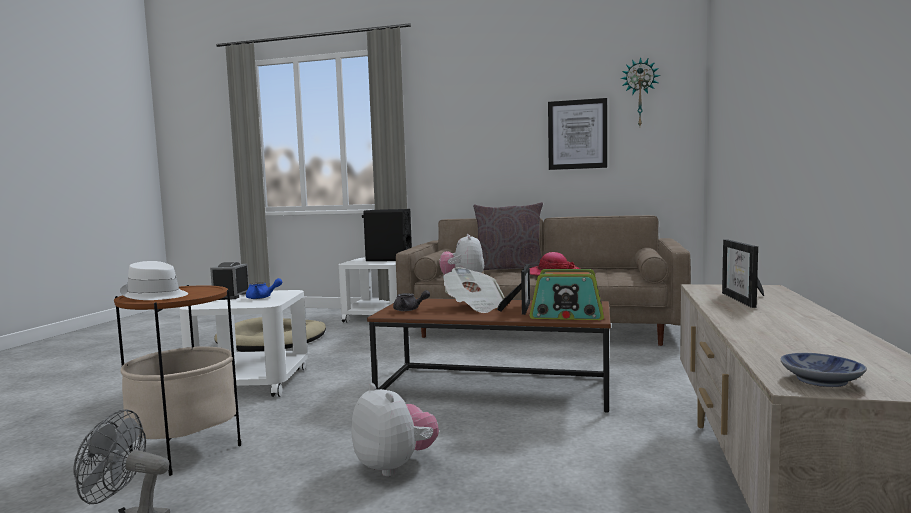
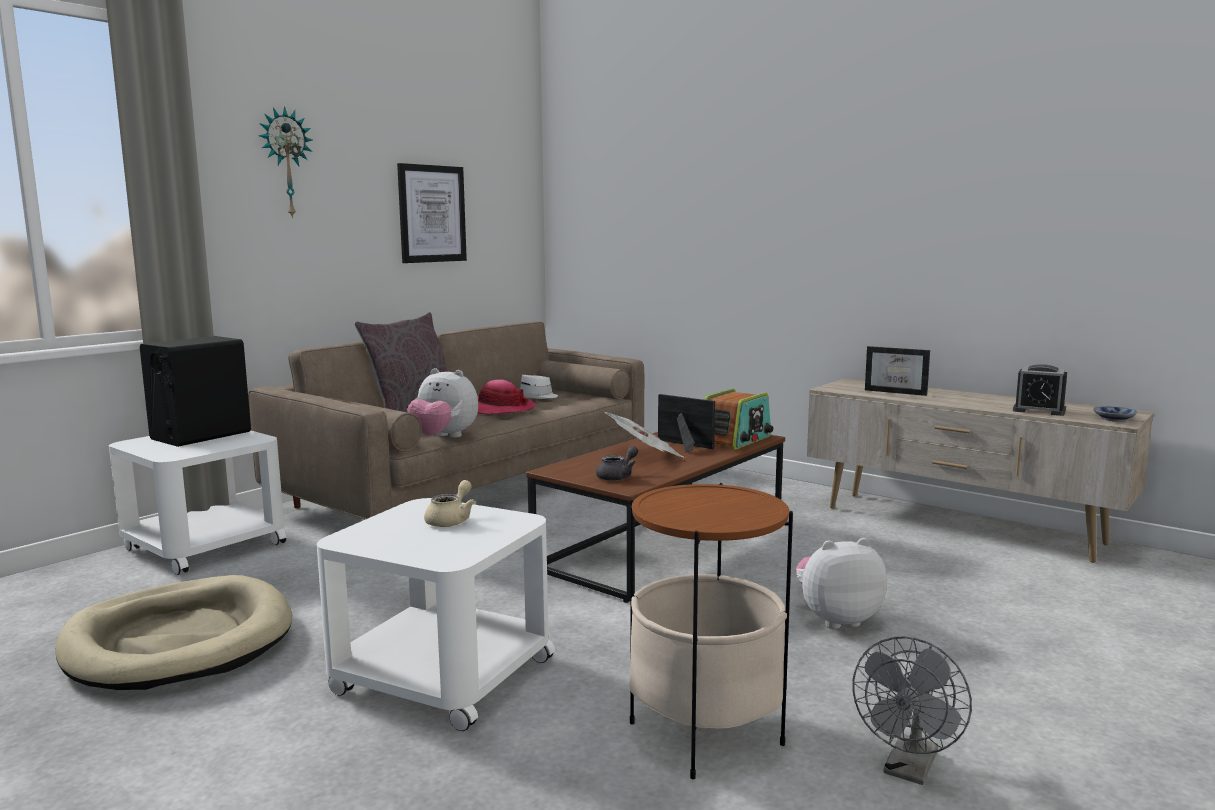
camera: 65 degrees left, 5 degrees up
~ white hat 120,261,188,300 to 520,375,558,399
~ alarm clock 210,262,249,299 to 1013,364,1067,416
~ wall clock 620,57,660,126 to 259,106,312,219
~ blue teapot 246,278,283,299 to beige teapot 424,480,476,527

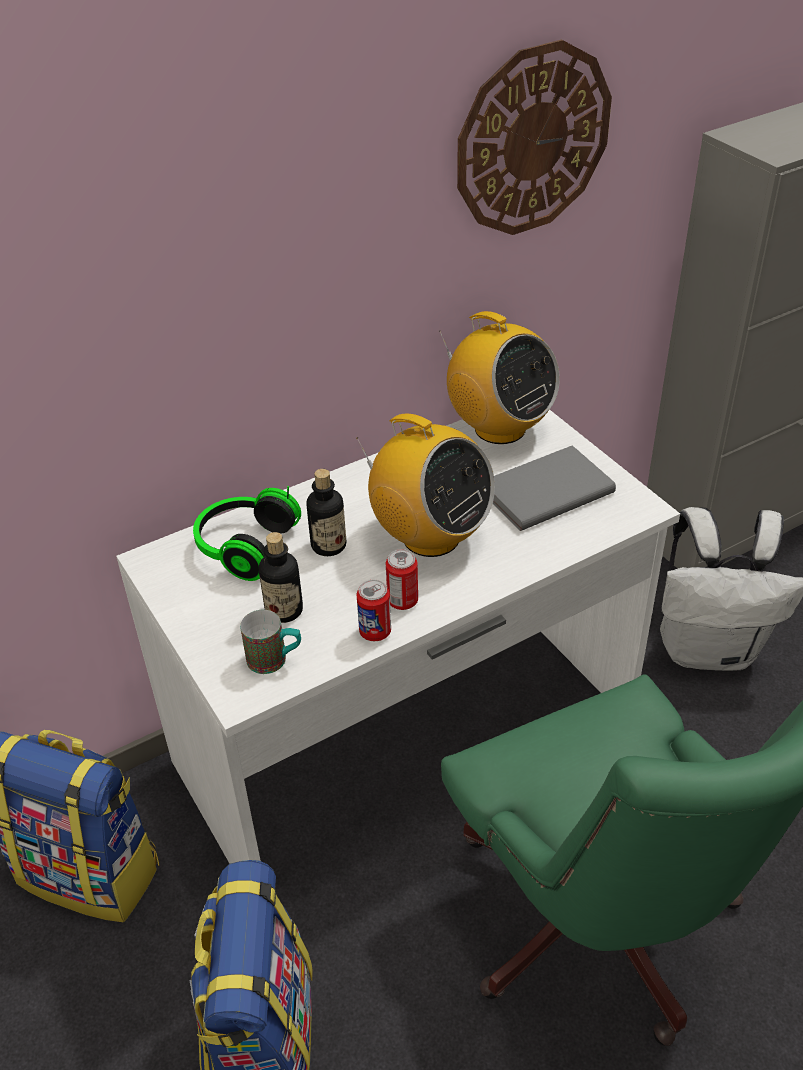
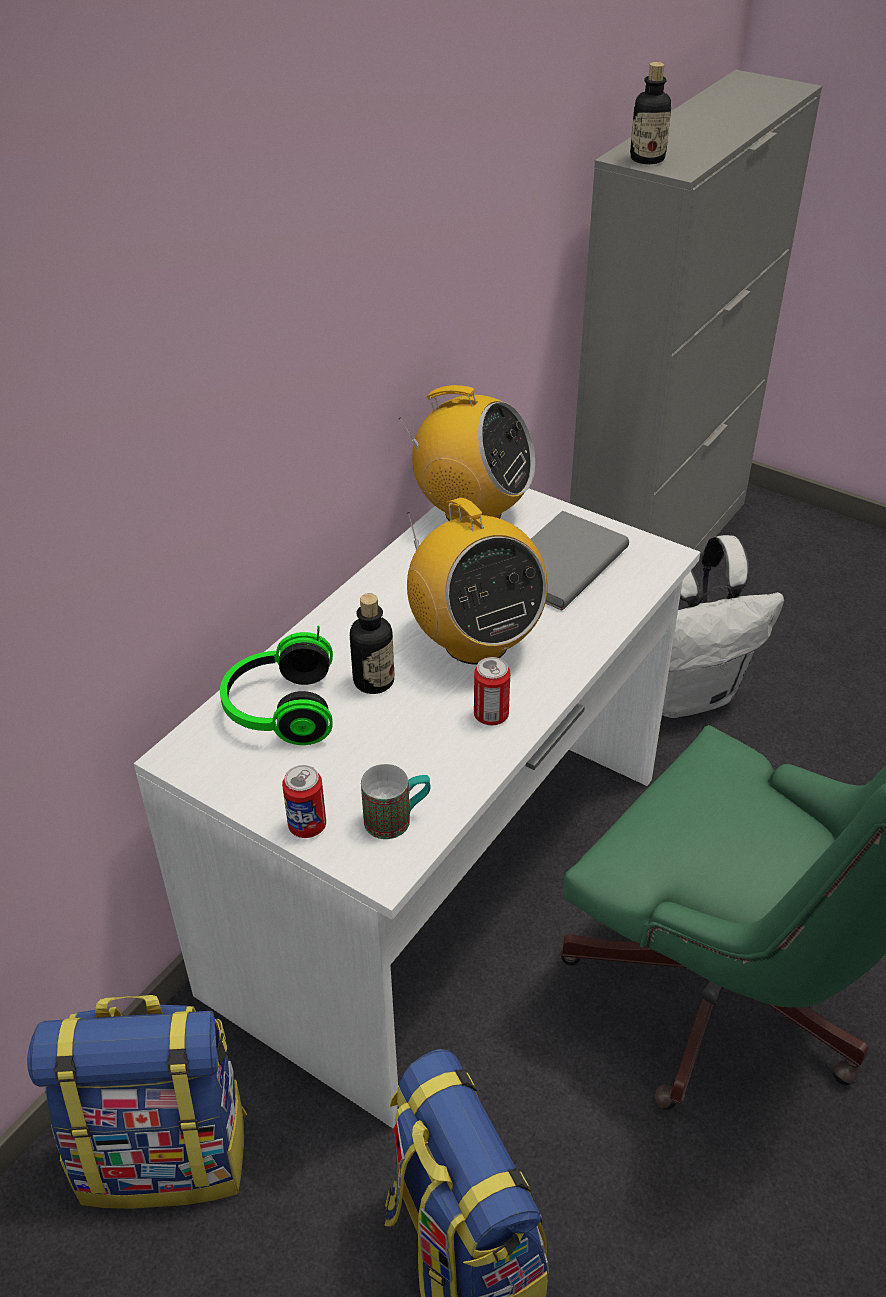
camera: 25 degrees left, 0 degrees up
- wall clock 457,40,612,235
~ bottle 259,532,303,623 to 630,62,671,164
~ can 357,580,391,641 to 282,765,326,838
~ radio 356,414,495,557 = 407,498,548,665 45 degrees clockwise

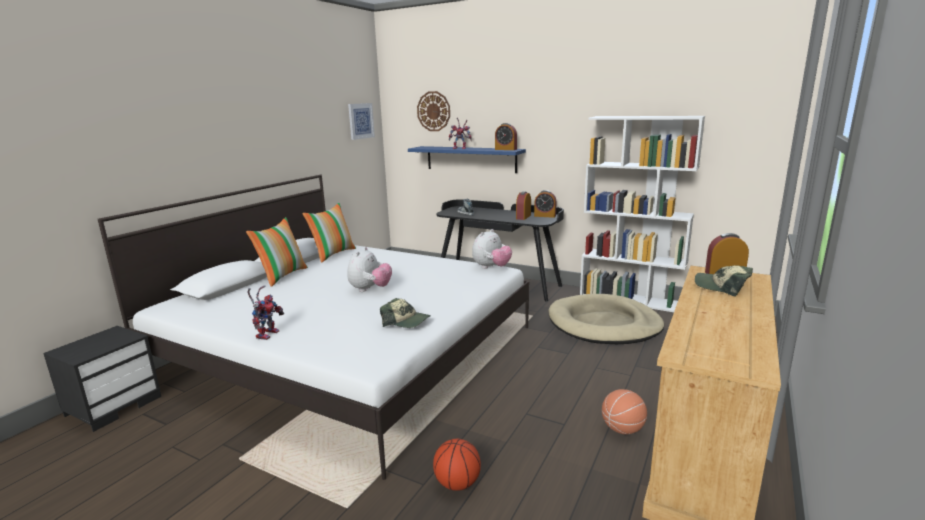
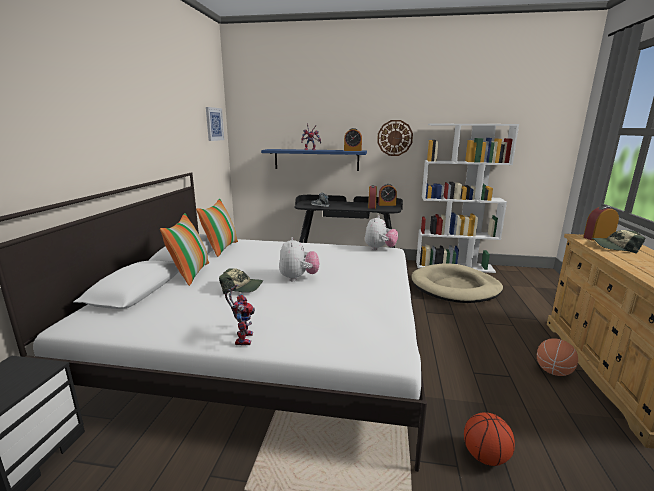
camera: 20 degrees left, 0 degrees up
~ cap 380,298,430,328 to 219,268,263,294
~ wall clock 417,91,450,131 to 377,120,413,156

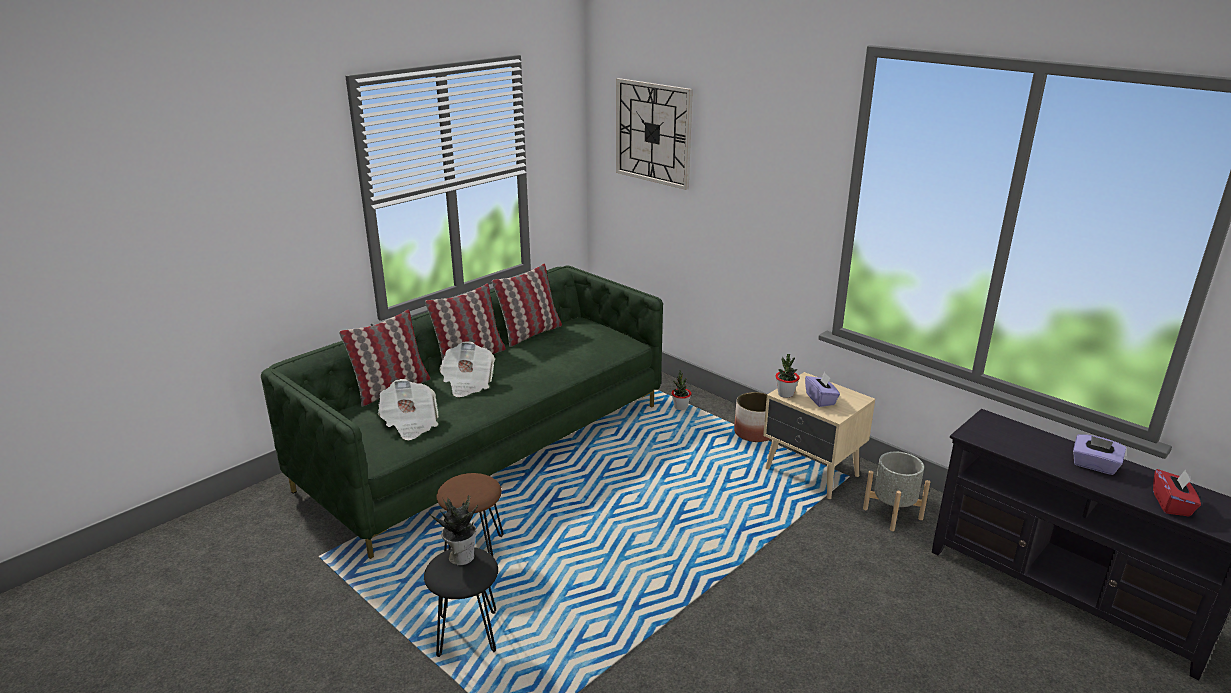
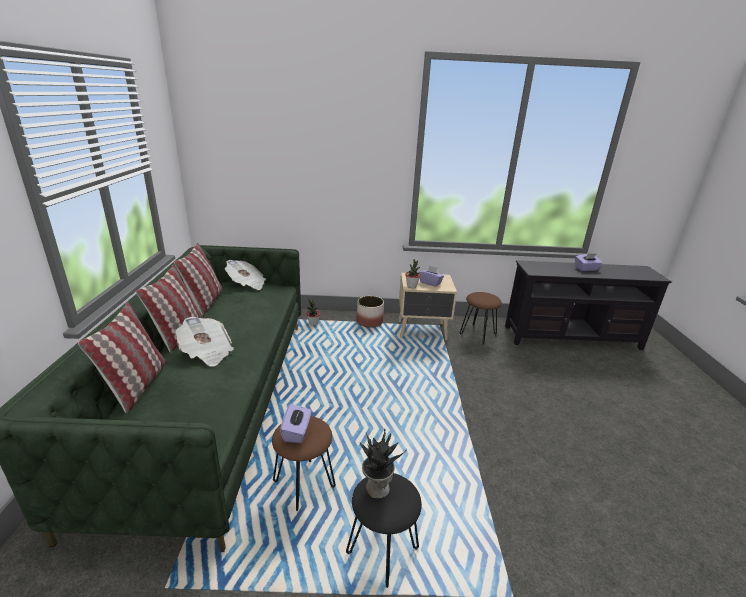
camera: 45 degrees left, 0 degrees up
- wall clock 616,78,693,190
- red tissue box 1153,469,1201,516
+ purple tissue box 280,404,312,443
~ newspaper 378,379,438,440 to 225,260,266,290
~ grey planter 863,452,930,531 to brown stool 460,292,502,345

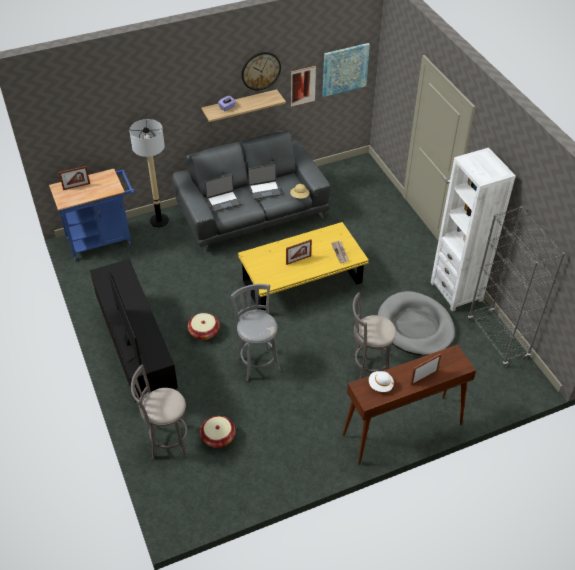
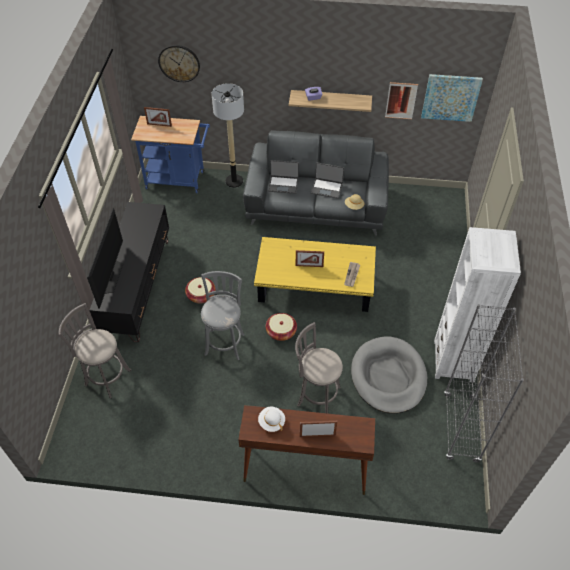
camera: 30 degrees right, 5 degrees up
~ basket 200,416,235,448 to 266,313,297,341
~ wall clock 241,52,281,90 to 158,45,200,82

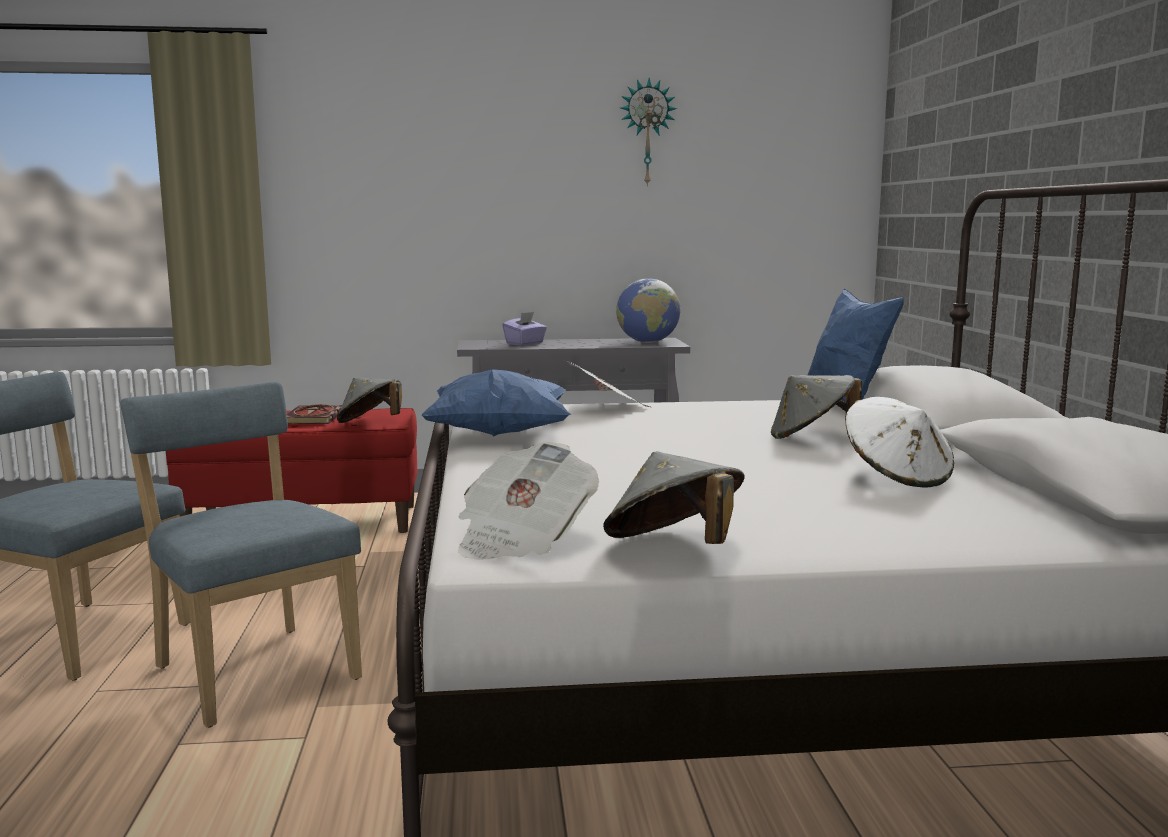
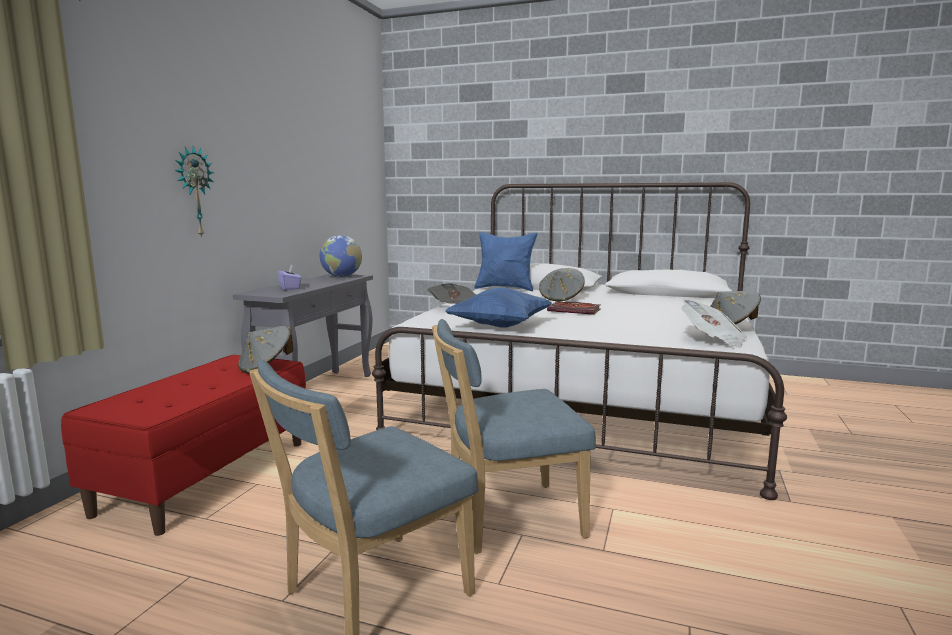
camera: 65 degrees left, 0 degrees up
- white hat 846,397,954,488
~ book 287,404,342,424 to 547,301,601,315
~ wall clock 621,78,677,187 to 175,146,214,238

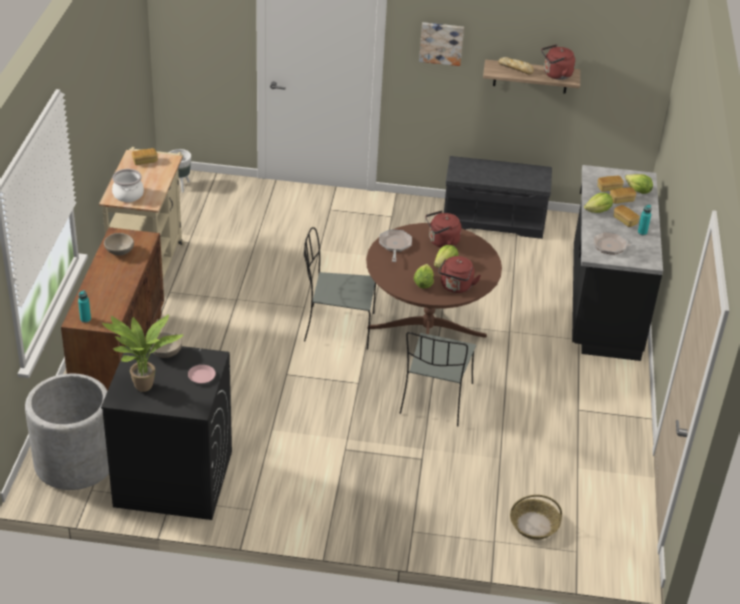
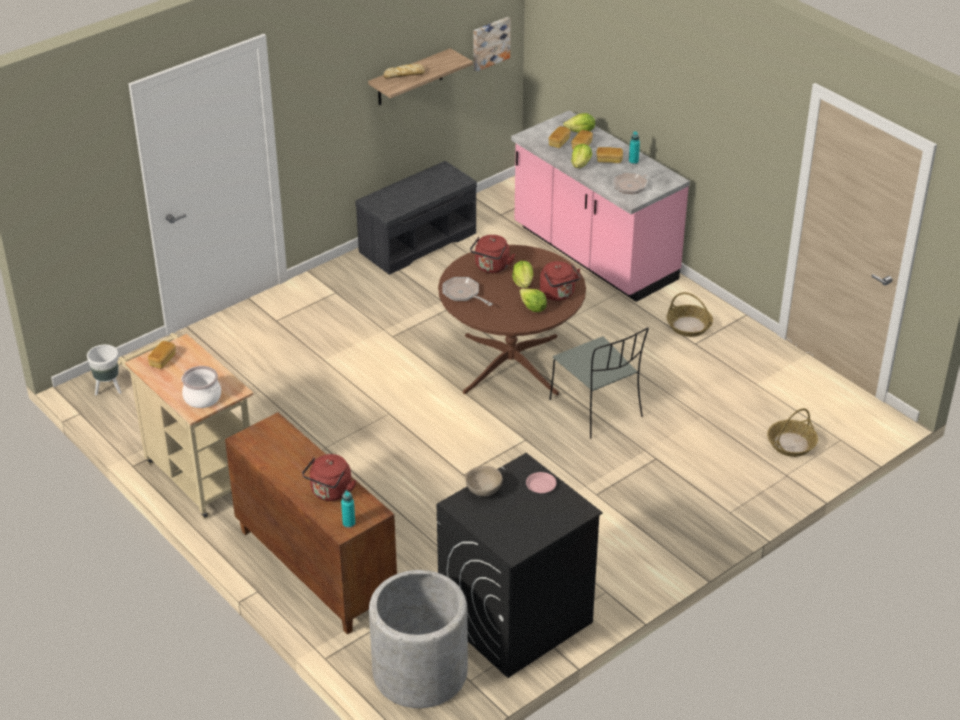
camera: 45 degrees left, 0 degrees up
- potted plant 102,314,184,392
- beige bowl 104,233,134,255
- grey chair 304,227,376,350
+ basket 667,292,713,337
~ picture 419,22,464,66 to 473,17,511,71
~ red kettle 541,44,575,80 to 302,454,356,501
~ black counter 572,165,663,361 to pink counter 511,111,690,302

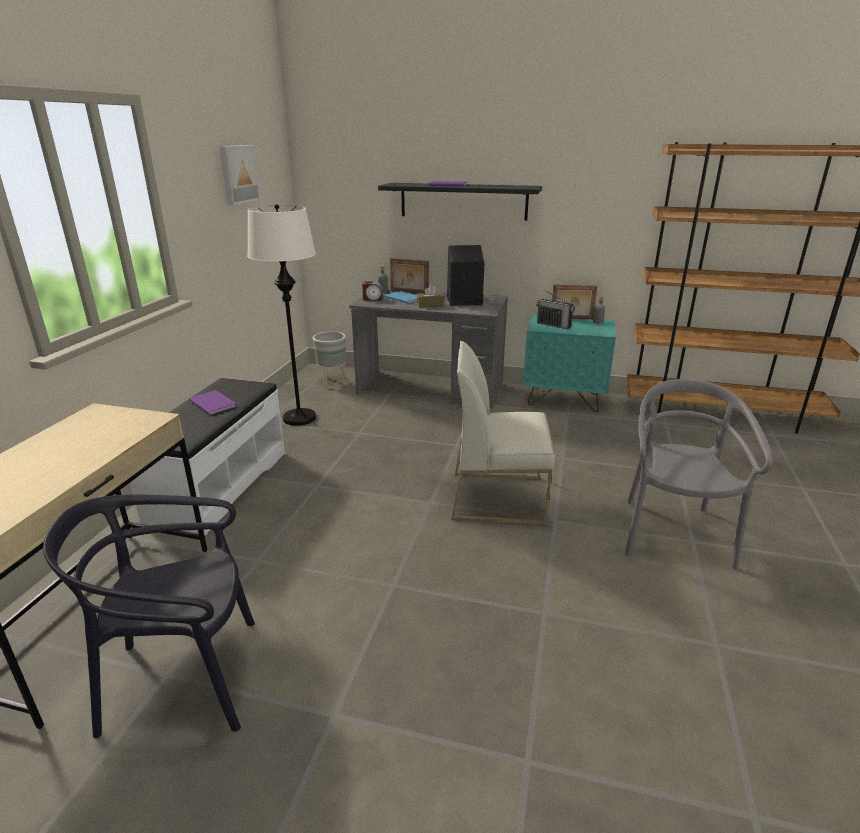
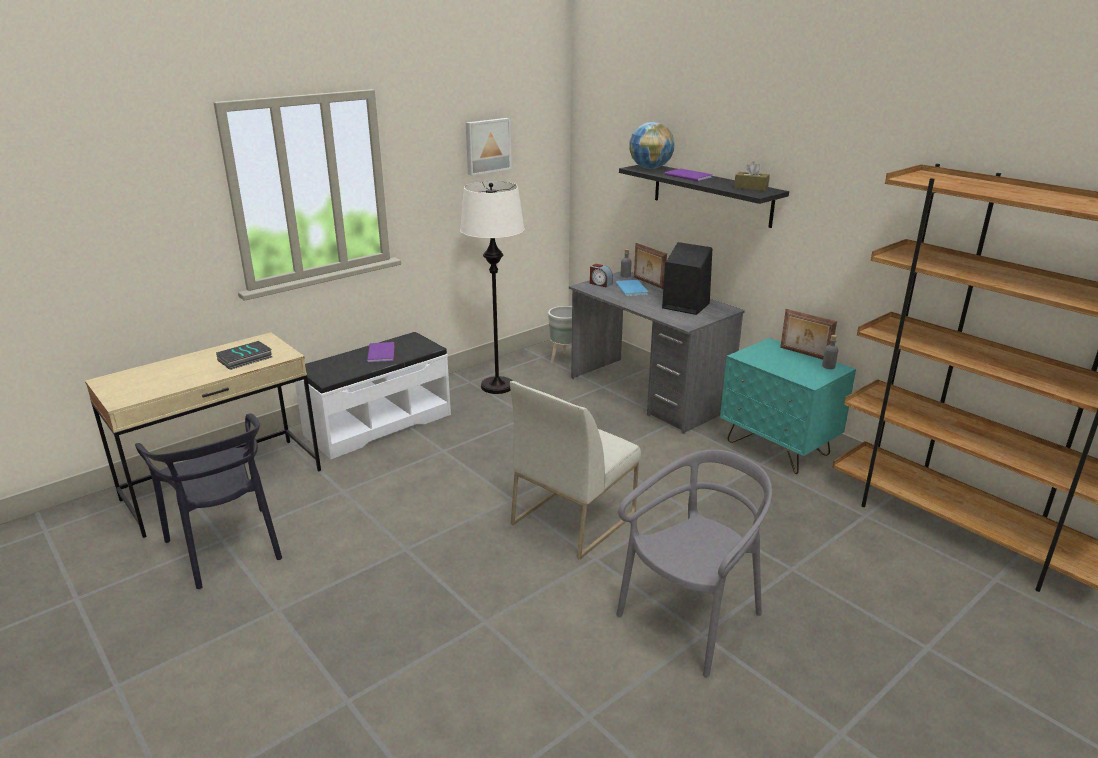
camera: 35 degrees right, 0 degrees up
- radio 536,290,575,329
+ book 216,341,272,370
+ globe 629,122,675,169
~ brown tissue box 417,285,444,308 to 734,161,770,191
~ black chair 43,494,255,739 = 135,413,282,589 150 degrees counterclockwise
~ white chair 451,341,555,525 = 510,381,641,560 90 degrees counterclockwise

